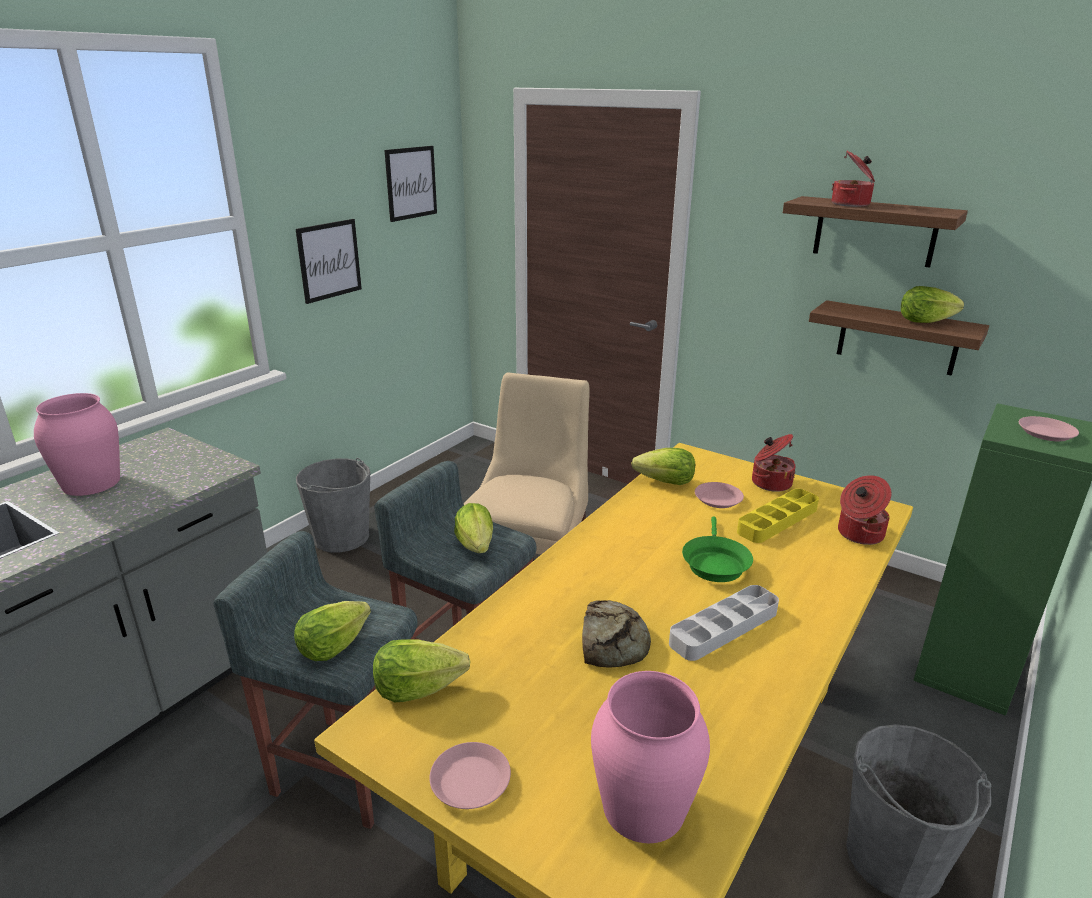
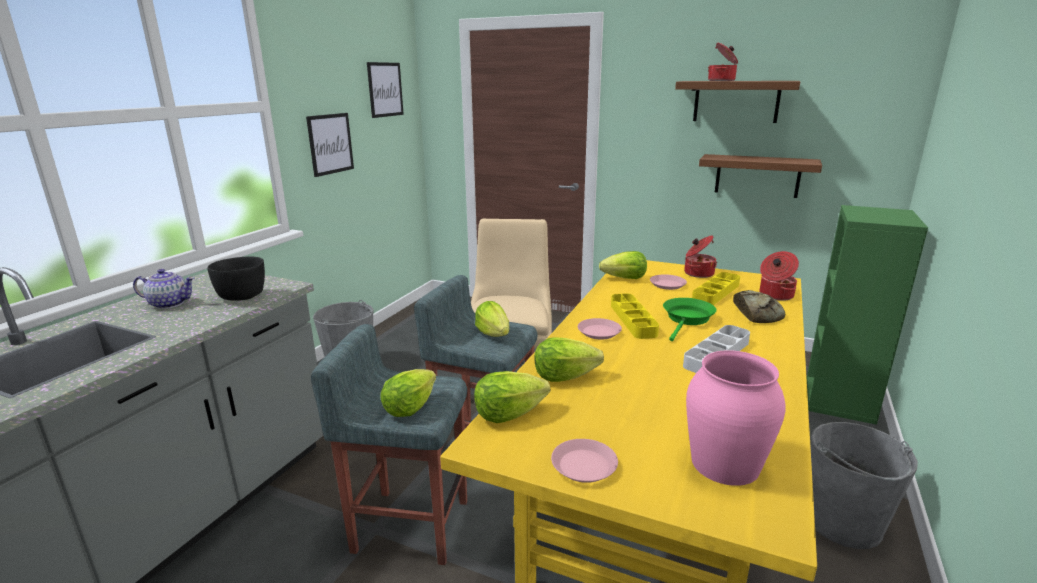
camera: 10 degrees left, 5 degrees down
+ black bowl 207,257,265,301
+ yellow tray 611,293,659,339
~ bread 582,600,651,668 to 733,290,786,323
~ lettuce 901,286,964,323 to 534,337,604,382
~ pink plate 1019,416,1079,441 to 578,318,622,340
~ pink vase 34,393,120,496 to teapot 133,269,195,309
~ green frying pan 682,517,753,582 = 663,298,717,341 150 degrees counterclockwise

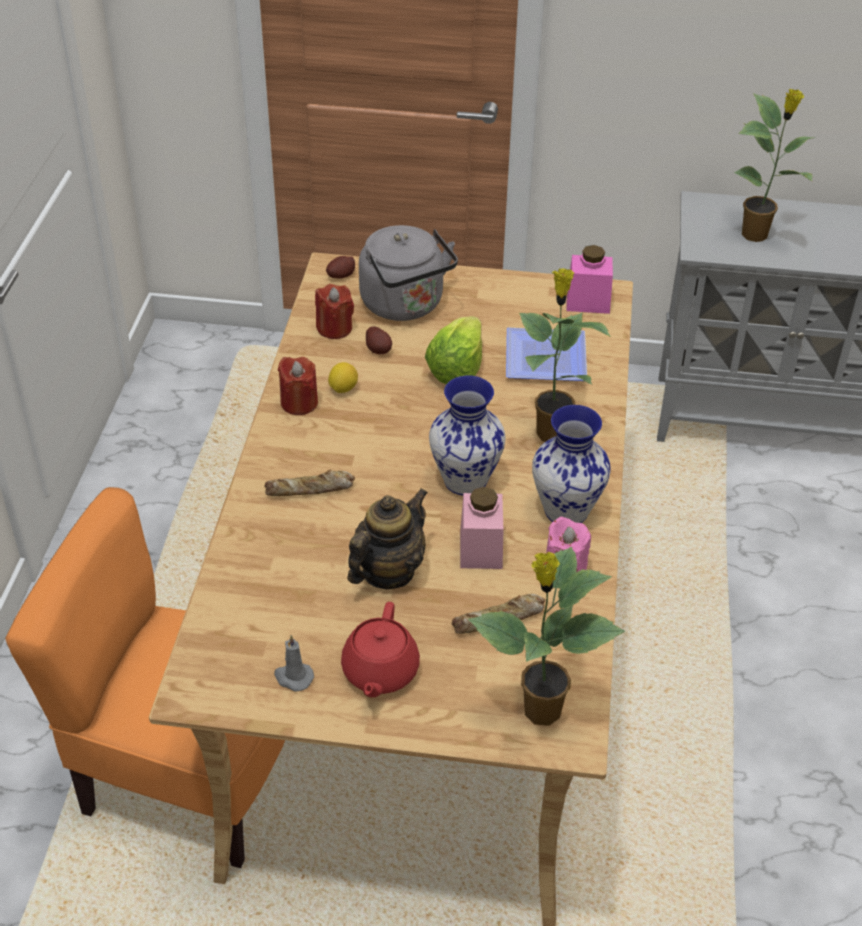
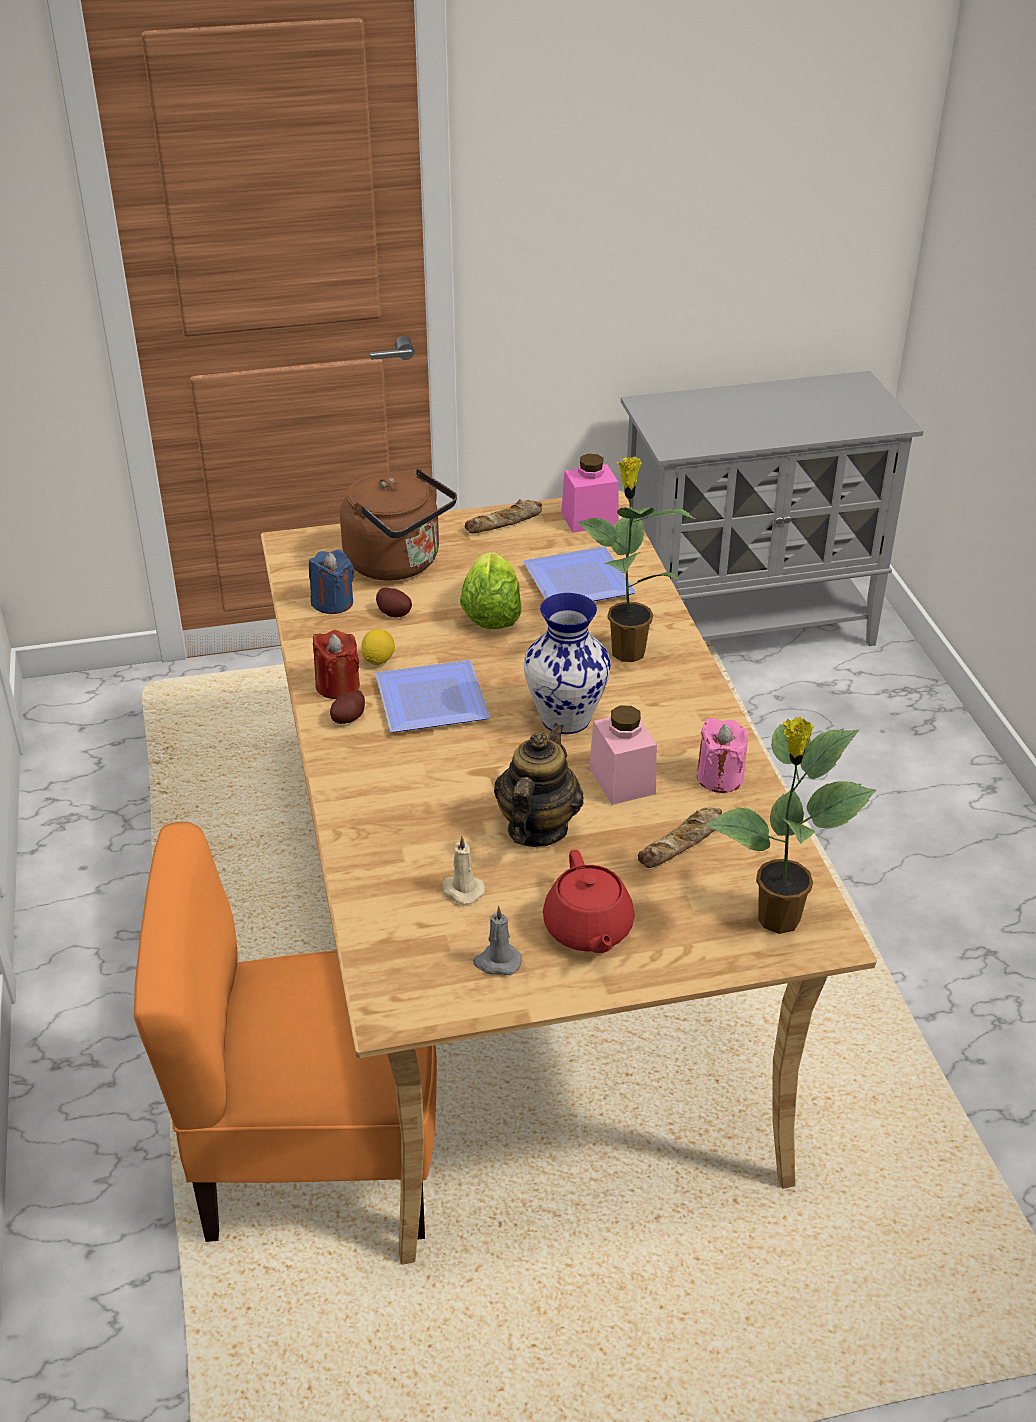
camera: 20 degrees left, 5 degrees down
- vase 532,405,611,523
- potted plant 734,89,815,242
+ plate 375,660,490,732
+ beige candle 442,836,485,904
~ bread 265,469,355,496 to 465,499,542,533
~ potato 326,256,355,279 to 330,690,365,724
~ red candle 315,284,354,339 to blue candle 309,550,354,614
~ grey kettle 359,225,458,321 to brown kettle 340,469,457,581

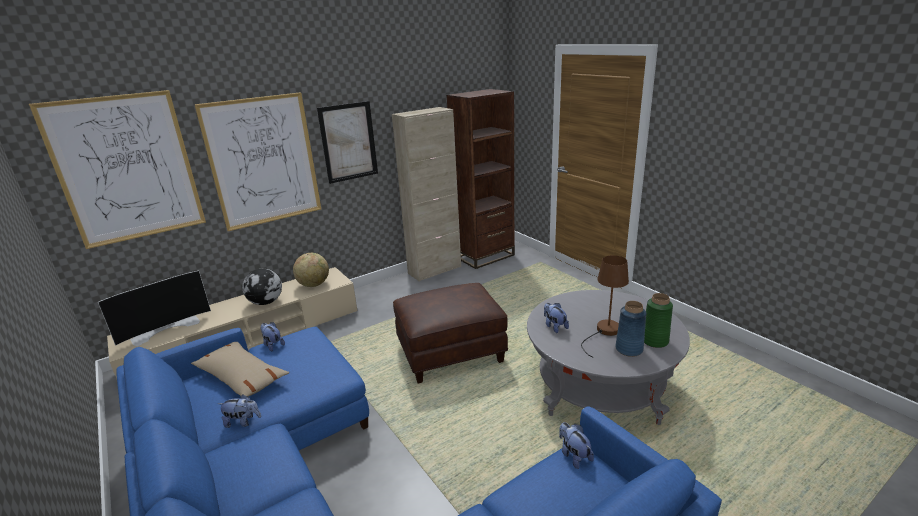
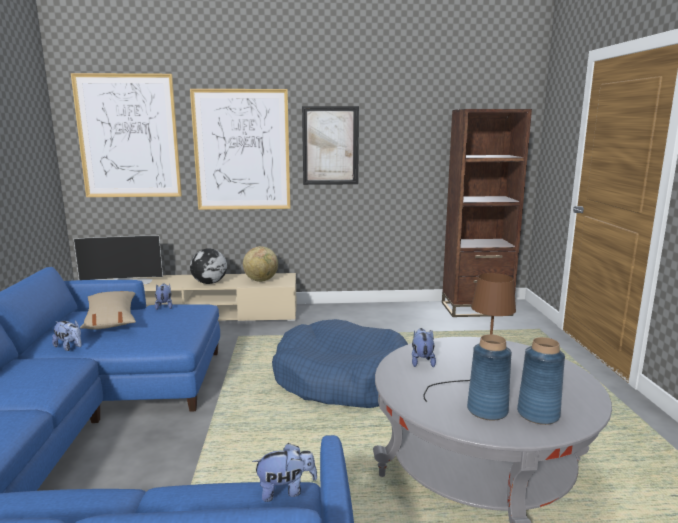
camera: 30 degrees right, 10 degrees down
- beige cabinet 392,107,461,282
~ brown ottoman 393,283,508,383 to blue dog bed 272,319,408,408
~ green vase 644,293,673,348 to blue vase 517,337,565,425
~ plush toy 559,422,594,469 = 252,443,317,502 75 degrees clockwise

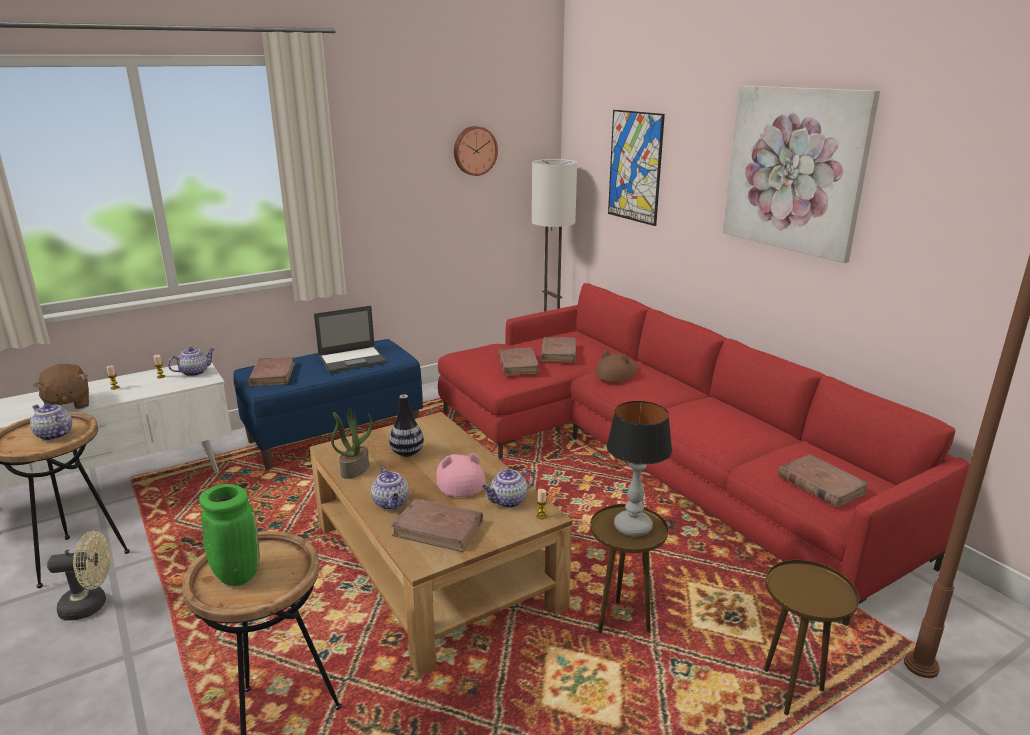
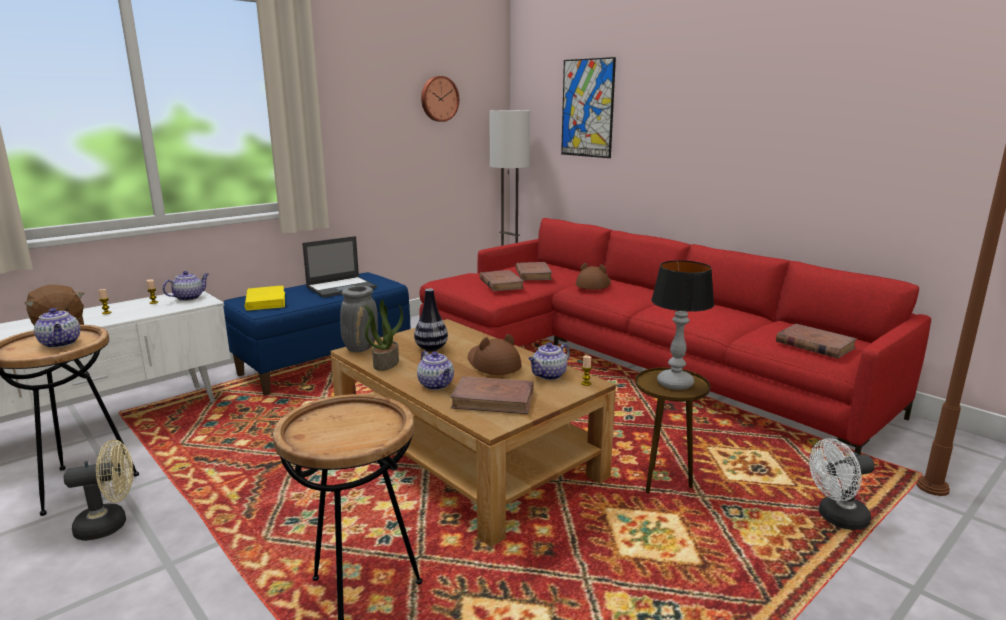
camera: 10 degrees left, 5 degrees down
- green vase 199,484,260,586
- picture 723,85,880,263
+ grey vase 340,286,378,352
~ brown side table 764,560,859,715 to white fan 809,438,875,530
~ brown book 248,357,295,386 to yellow book 245,286,285,311
~ pink hat 436,453,486,497 to brown hat 468,334,522,375
~ teapot 30,403,72,441 = 34,308,80,348 150 degrees counterclockwise

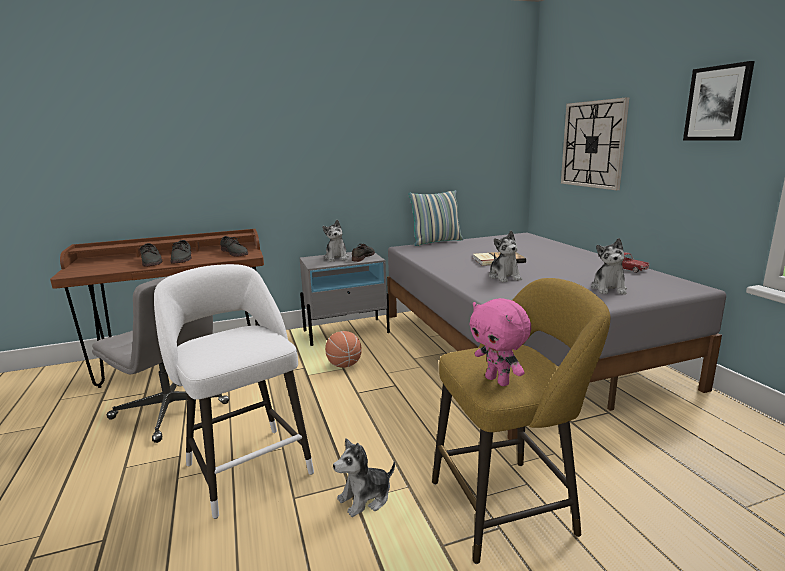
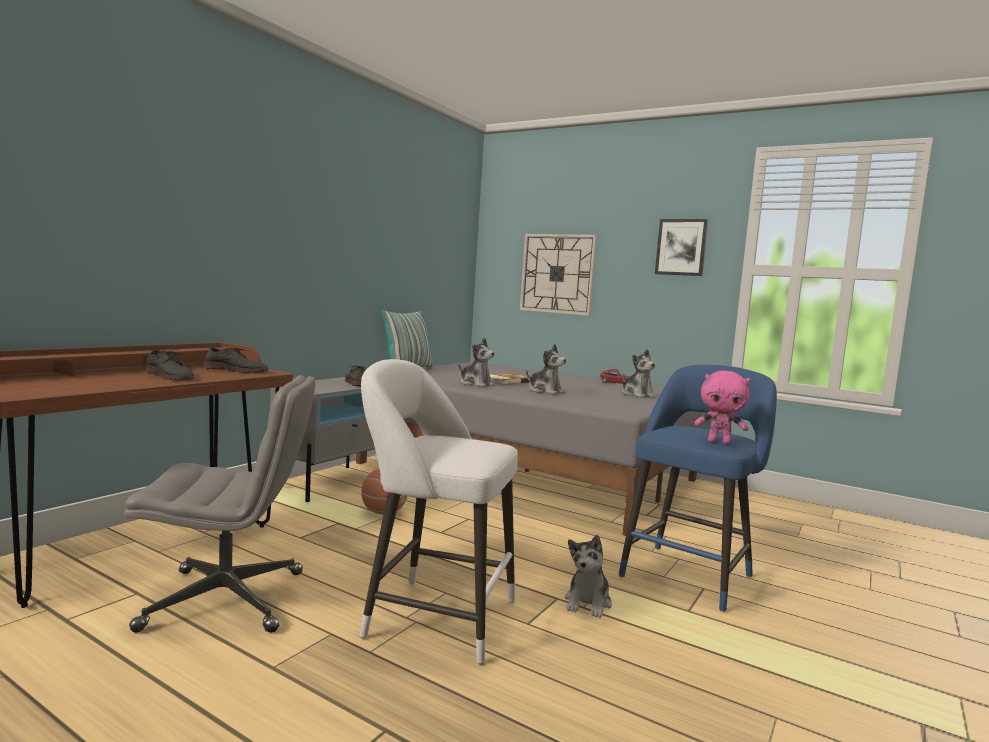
camera: 40 degrees left, 10 degrees down
- grey shoe 140,243,163,267
~ plush toy 322,220,349,262 to 458,338,495,387
~ yellow stool 432,278,611,564 to blue stool 619,365,777,612

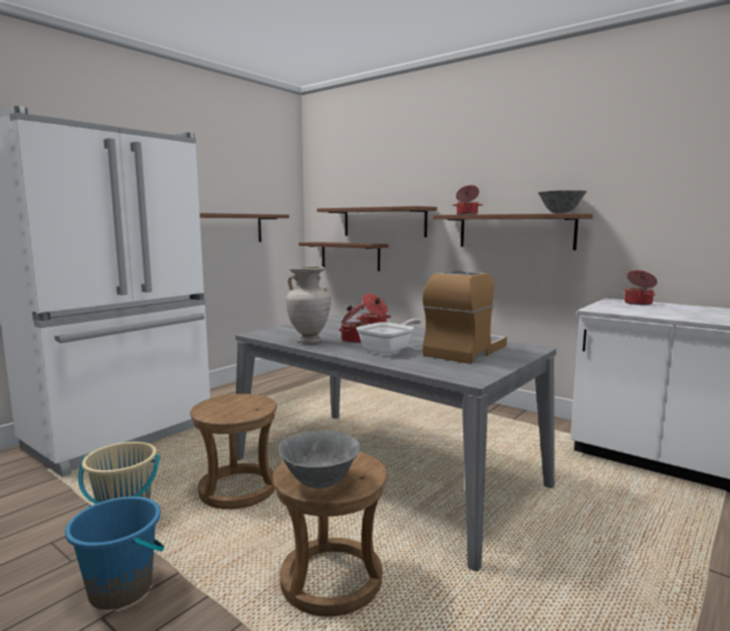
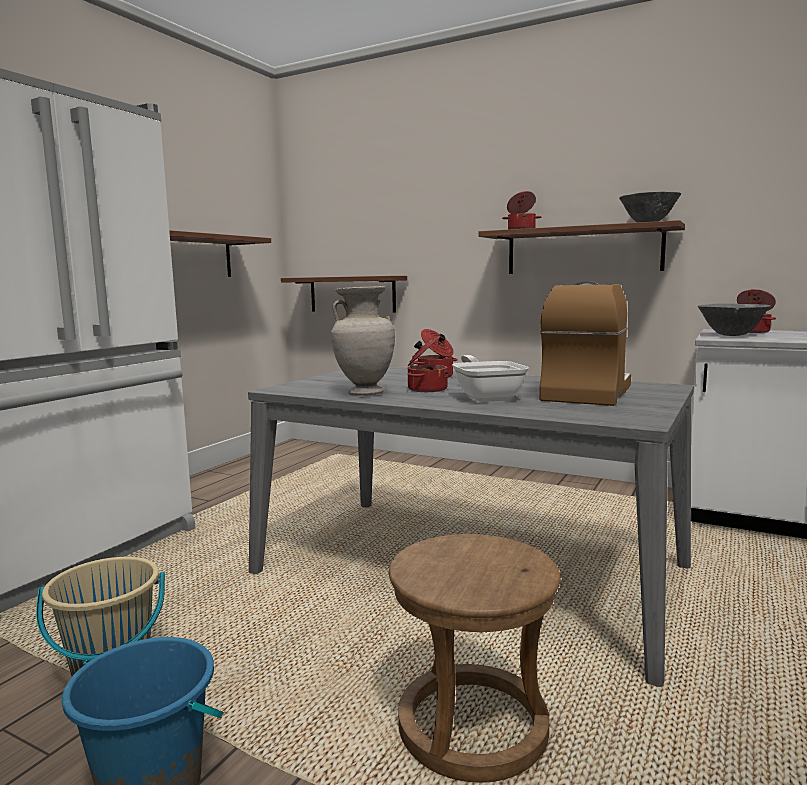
camera: 10 degrees left, 0 degrees up
- brown stool 190,394,277,509
- shelf 317,206,437,237
~ grey bowl 279,430,360,488 to 698,304,771,336
~ frying pan 356,319,421,354 = 452,355,529,402 45 degrees counterclockwise

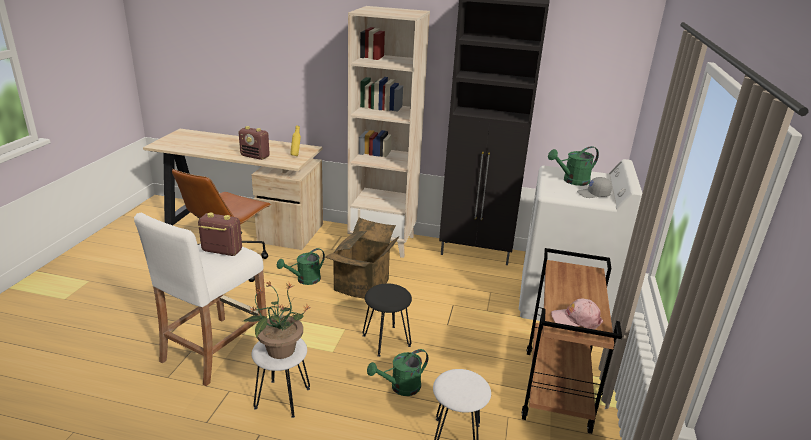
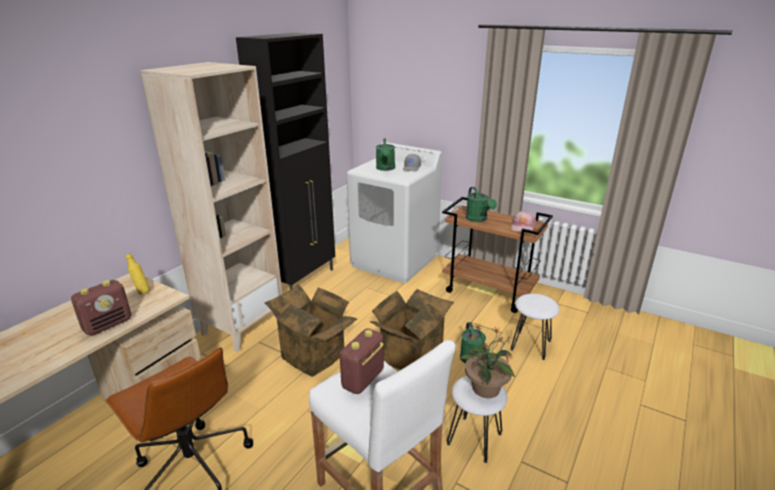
camera: 70 degrees left, 0 degrees up
~ green watering can 277,248,325,285 to 466,187,497,222
~ black stool 362,284,412,357 to cardboard box 370,289,454,370

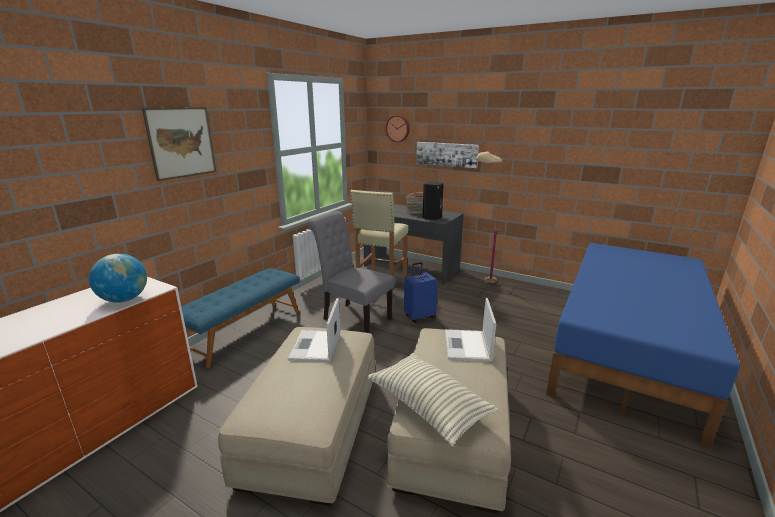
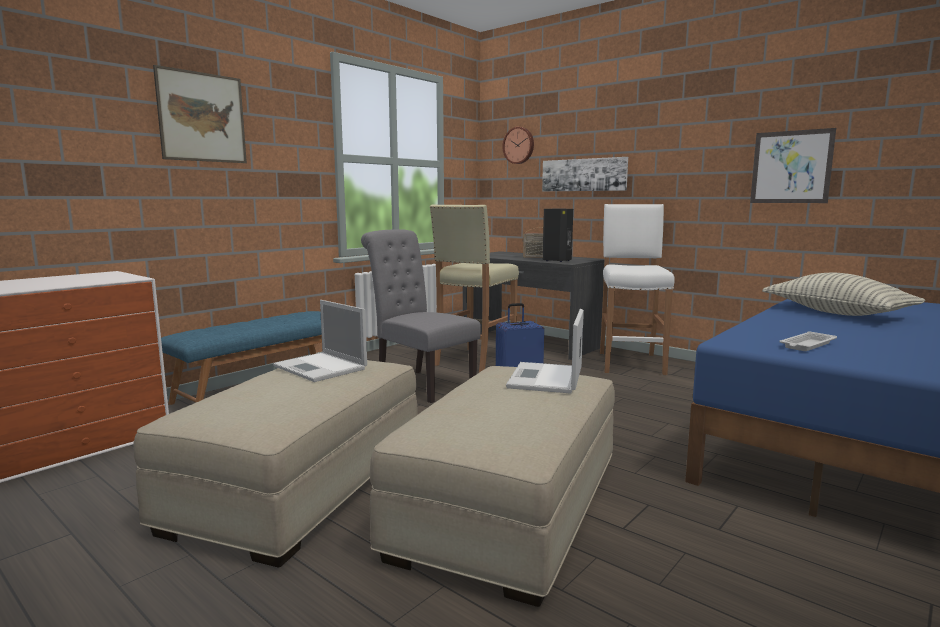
camera: 10 degrees right, 10 degrees down
- globe 89,254,147,303
+ picture 750,128,836,203
+ white tray 779,331,837,351
~ pillow 367,353,499,446 to 762,273,925,316
~ beige floor lamp 476,152,502,284 to white stool 600,204,675,375
~ laptop 287,298,340,362 = 273,300,367,382 60 degrees counterclockwise

